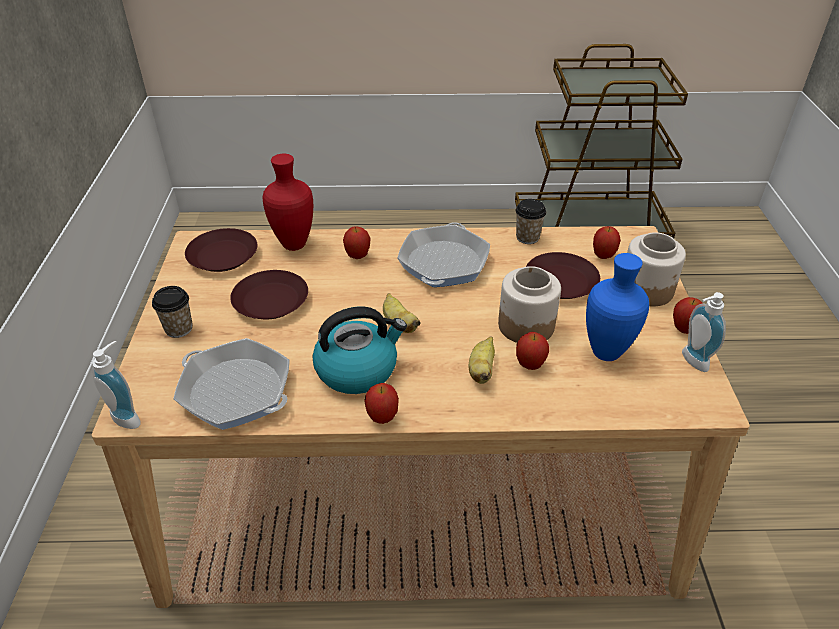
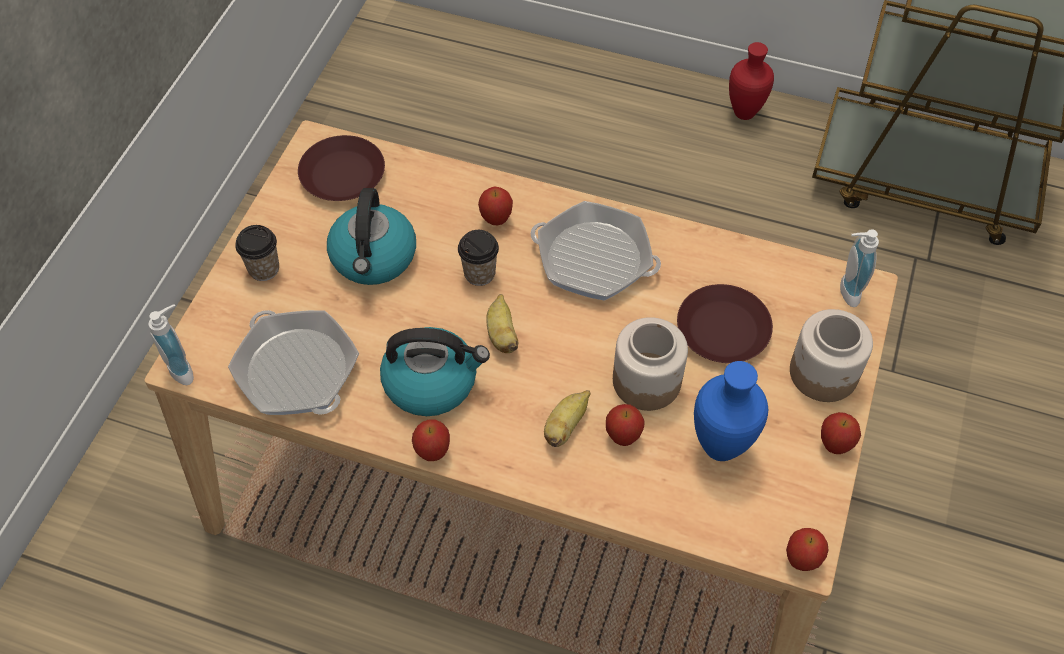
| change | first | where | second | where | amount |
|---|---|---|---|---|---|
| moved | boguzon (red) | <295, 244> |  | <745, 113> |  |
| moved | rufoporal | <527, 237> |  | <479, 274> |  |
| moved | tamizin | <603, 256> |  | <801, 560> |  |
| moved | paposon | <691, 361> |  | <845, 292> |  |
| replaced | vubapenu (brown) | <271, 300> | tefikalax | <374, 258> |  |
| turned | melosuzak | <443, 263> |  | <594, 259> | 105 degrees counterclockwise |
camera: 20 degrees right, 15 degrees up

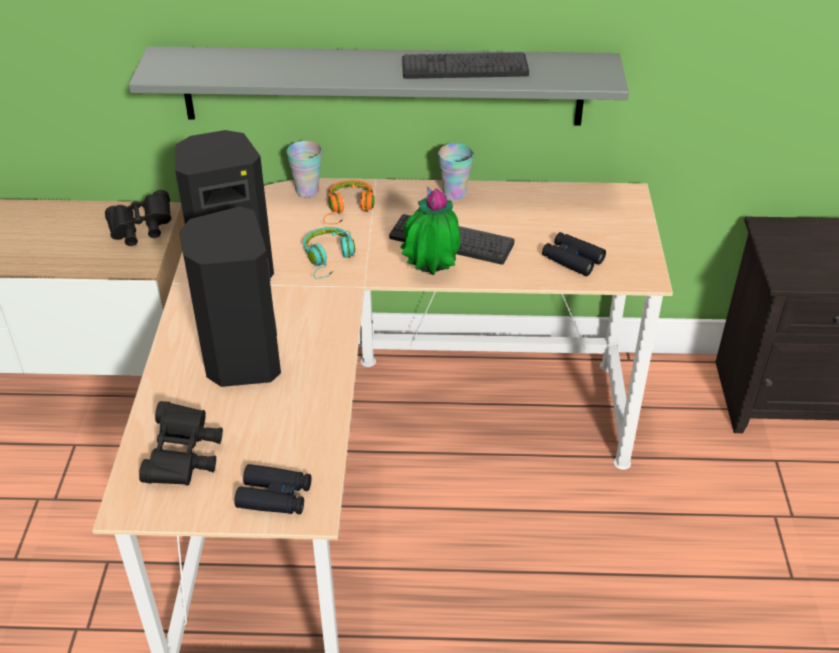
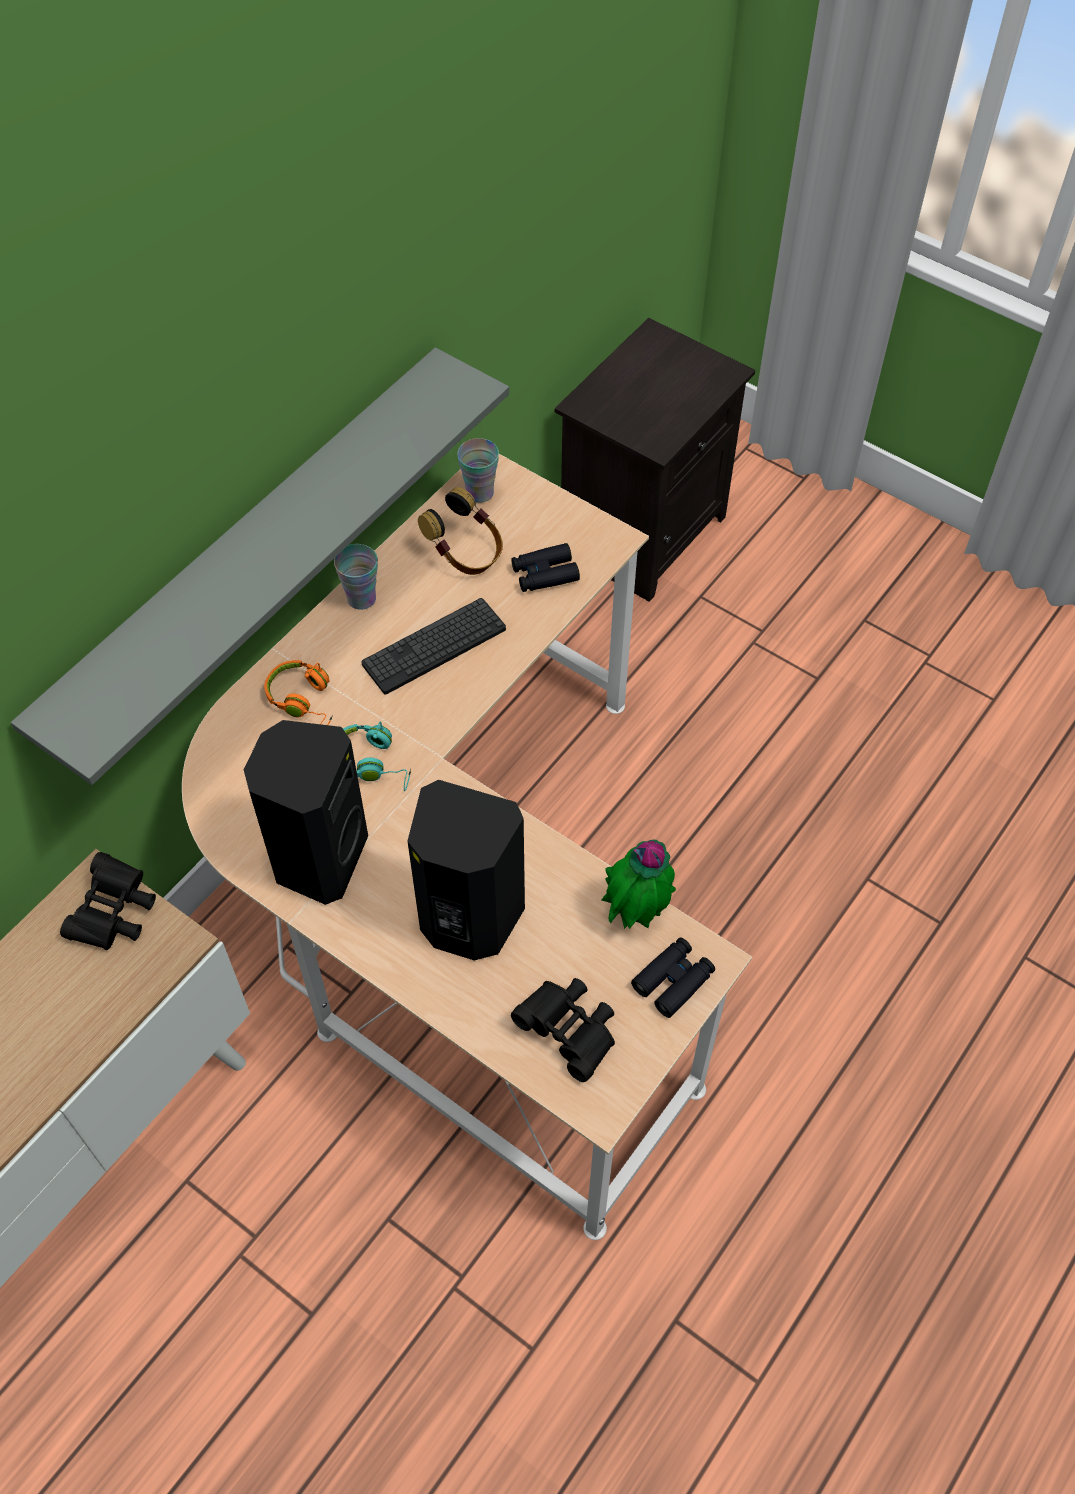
| change | first | where | second | where | amount |
|---|---|---|---|---|---|
| removed | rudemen | <464, 67> |  |  |  |
| added |  |  | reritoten | <465, 553> |  |
| moved | rufoporal | <307, 191> |  | <479, 493> |  |
| moved | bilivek | <431, 275> |  | <636, 915> |  |
camera: 55 degrees left, 15 degrees up

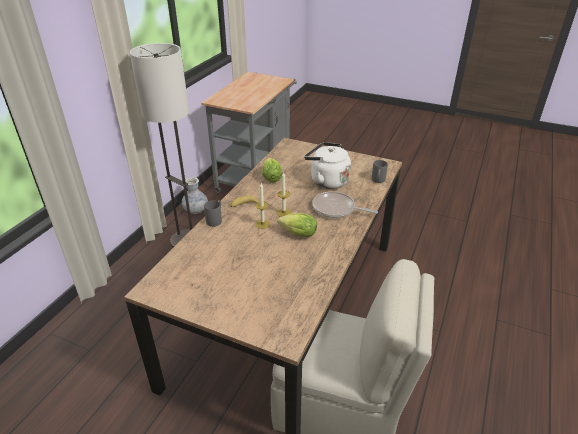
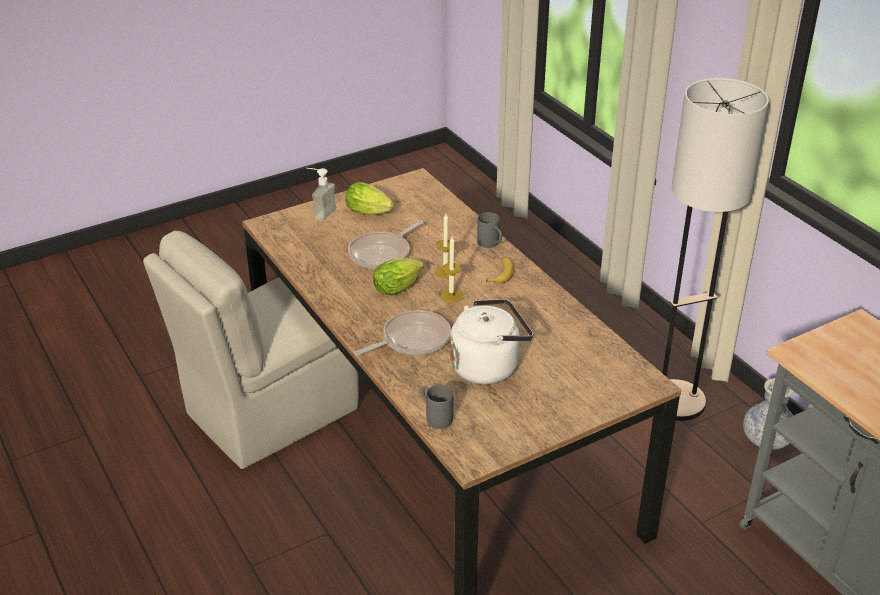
| change | first | where | second | where | amount |
|---|---|---|---|---|---|
| added |  |  | paposon | <320, 212> |  |
| added |  |  | melosuzak | <382, 254> |  |
| moved | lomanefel | <271, 177> |  | <371, 213> |  |
camera: 125 degrees right, 0 degrees up

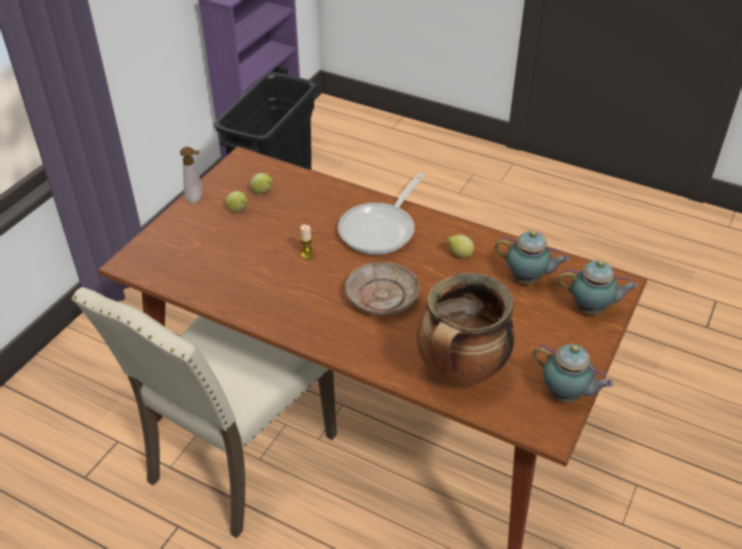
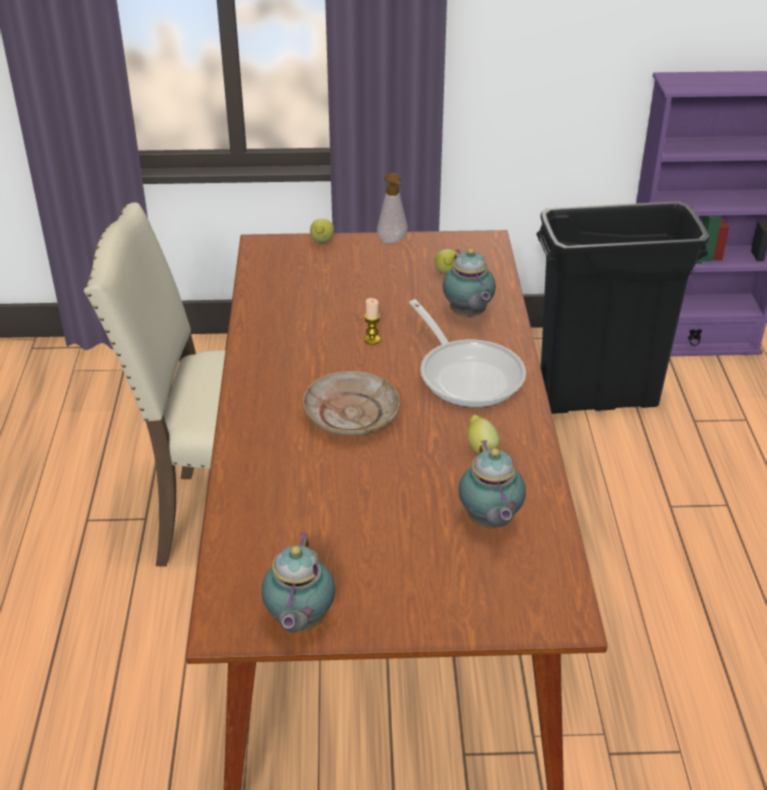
| change | first | where | second | where | amount |
|---|---|---|---|---|---|
| removed | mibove | <461, 373> |  |  |  |
| moved | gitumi | <238, 210> |  | <322, 243> |  |
| moved | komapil | <592, 309> |  | <468, 315> |  |
| turned | melosuzak | <381, 229> |  | <467, 374> | 120 degrees counterclockwise |
camera: 60 degrees right, 5 degrees down

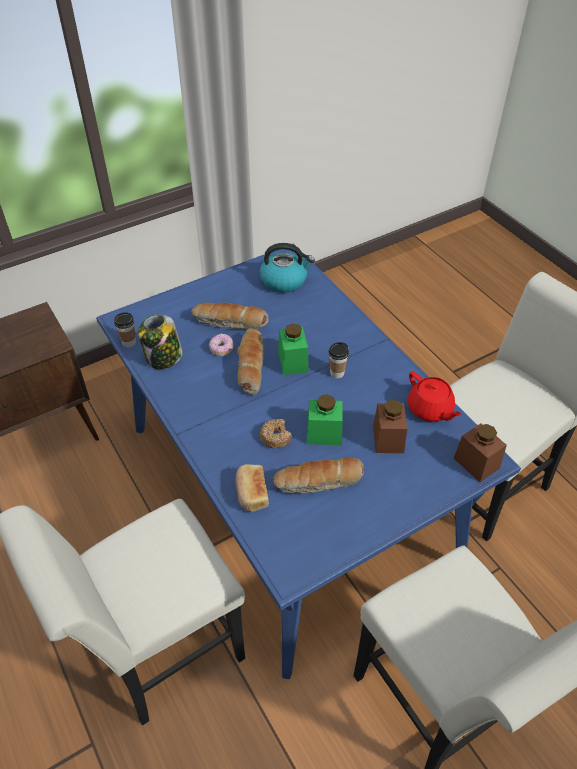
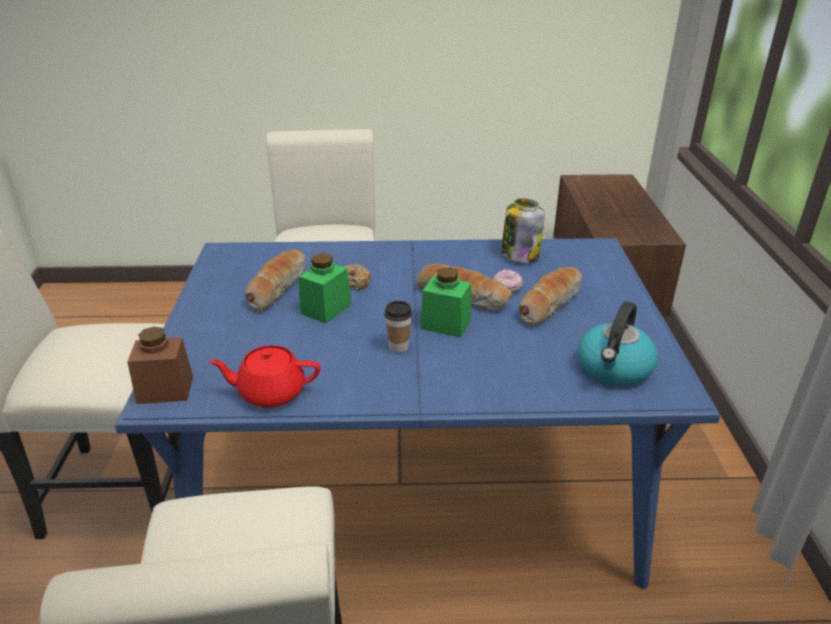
| change | first | where | second | where | amount |
|---|---|---|---|---|---|
| removed | rufoporal | <129, 342> |  |  |  |
| removed | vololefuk | <251, 493> |  |  |  |
| removed | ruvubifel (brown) | <388, 439> |  |  |  |
camera: 120 degrees right, 15 degrees down

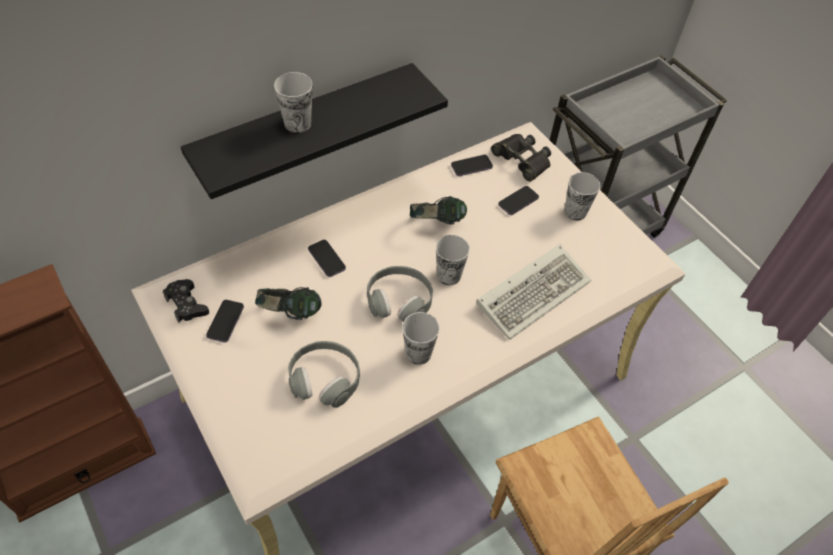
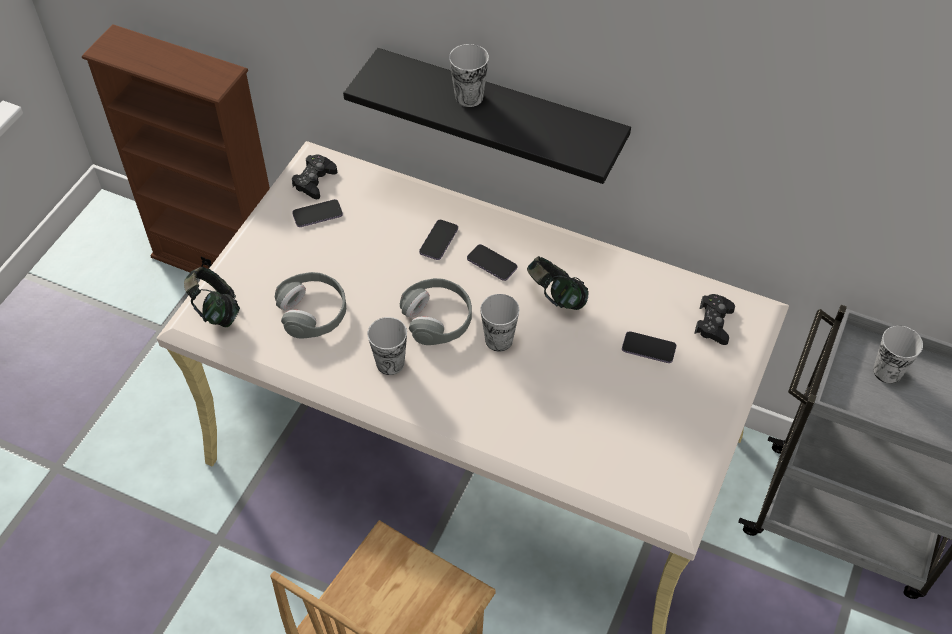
| change | first | where | second | where | amount |
|---|---|---|---|---|---|
| removed | rudemen | <534, 291> |  |  |  |
| moved | reritoten | <290, 313> |  | <216, 311> |  |
| moved | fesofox | <471, 166> |  | <492, 264> |  |
| moved | rufoporal | <575, 212> |  | <887, 371> |  |
| replaced | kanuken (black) | <522, 160> | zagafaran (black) | <713, 323> |  |
camera: 60 degrees right, 0 degrees up

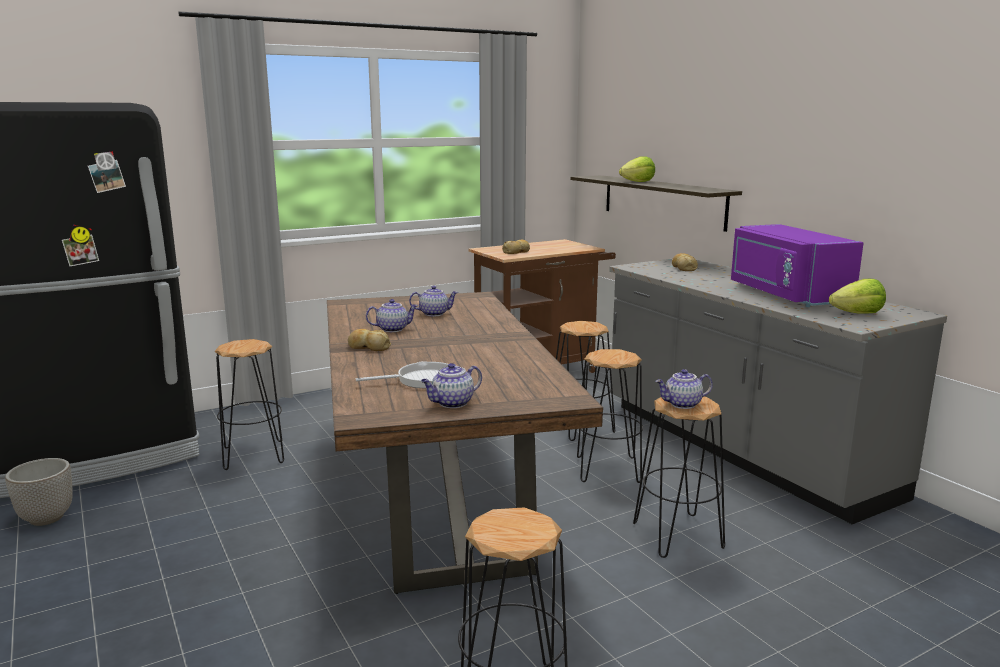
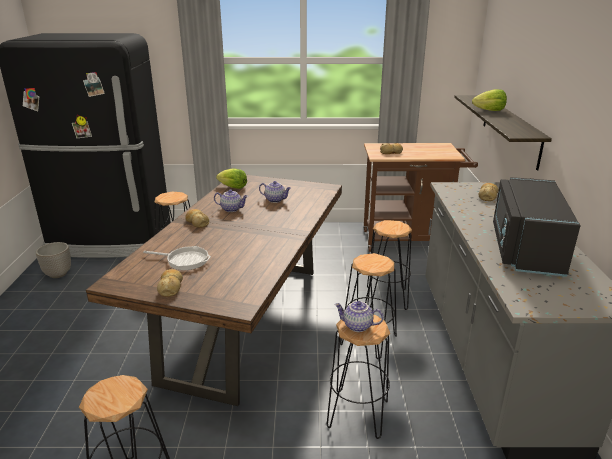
| change | first | where | second | where | amount |
|---|---|---|---|---|---|
| moved | lomanefel | <857, 314> |  | <233, 187> |  |
| replaced | komapil | <452, 403> | vololefuk | <170, 287> |  |
| recoloured | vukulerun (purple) | <785, 295> | vukulerun (black) | <524, 249> |  |
camera: 30 degrees right, 10 degrees up

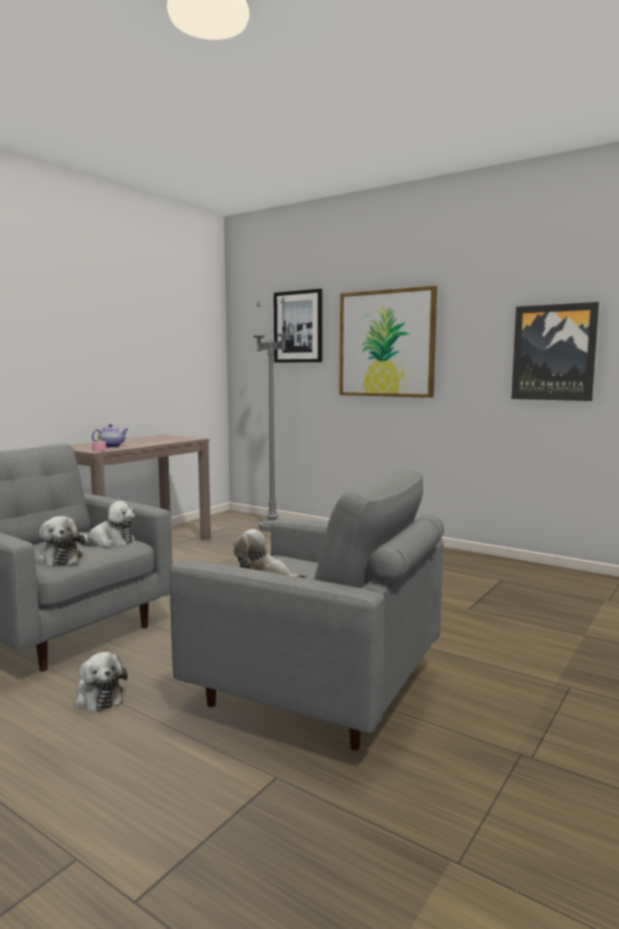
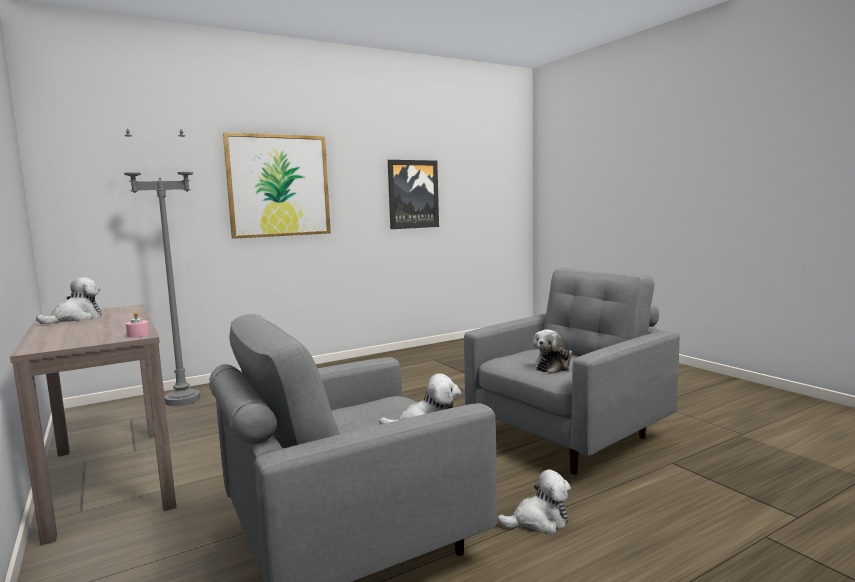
| change | first | where | second | where | amount |
|---|---|---|---|---|---|
| removed | komapil | <111, 446> |  |  |  |
| removed | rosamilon | <298, 327> |  |  |  |
| moved | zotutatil | <109, 542> |  | <75, 318> |  |
camera: 65 degrees left, 0 degrees up

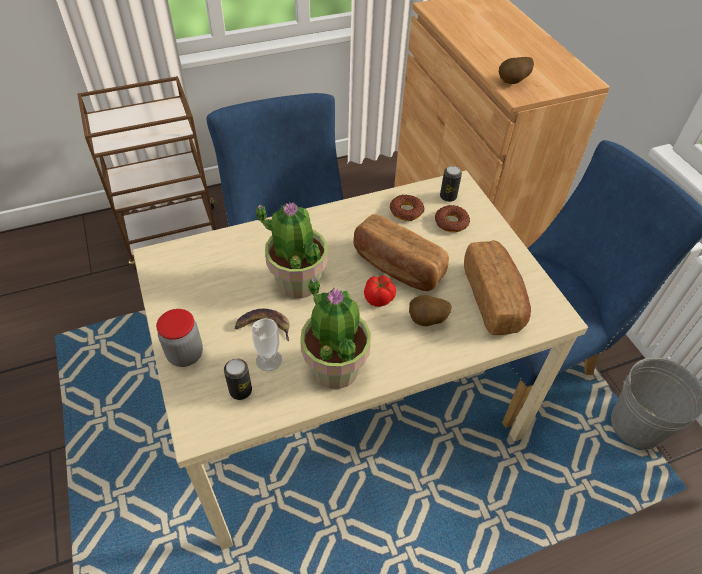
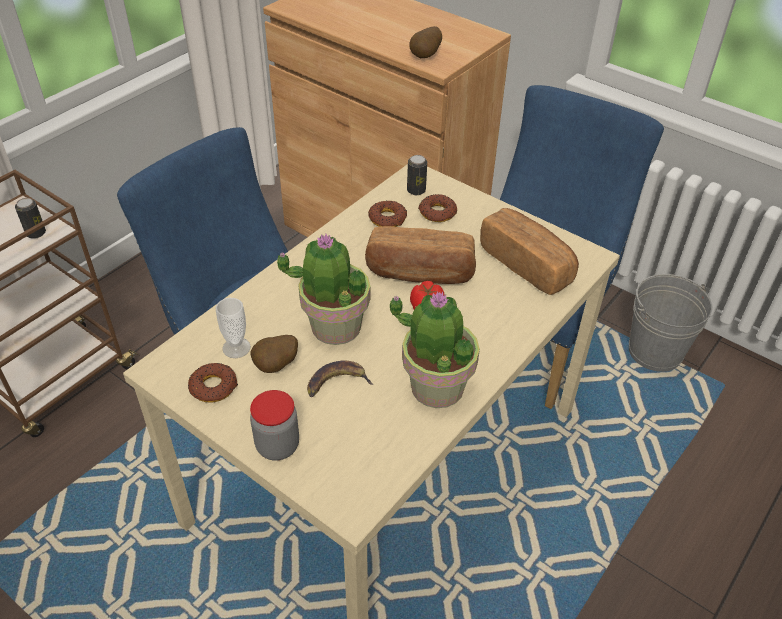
| change | first | where | second | where | amount |
|---|---|---|---|---|---|
| added |  |  | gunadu | <213, 387> |  |
| moved | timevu | <240, 390> |  | <36, 233> |  |
| moved | rufoporal | <269, 360> |  | <236, 348> |  |
| moved | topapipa | <427, 321> |  | <276, 366> |  |
camera: 30 degrees left, 5 degrees down

